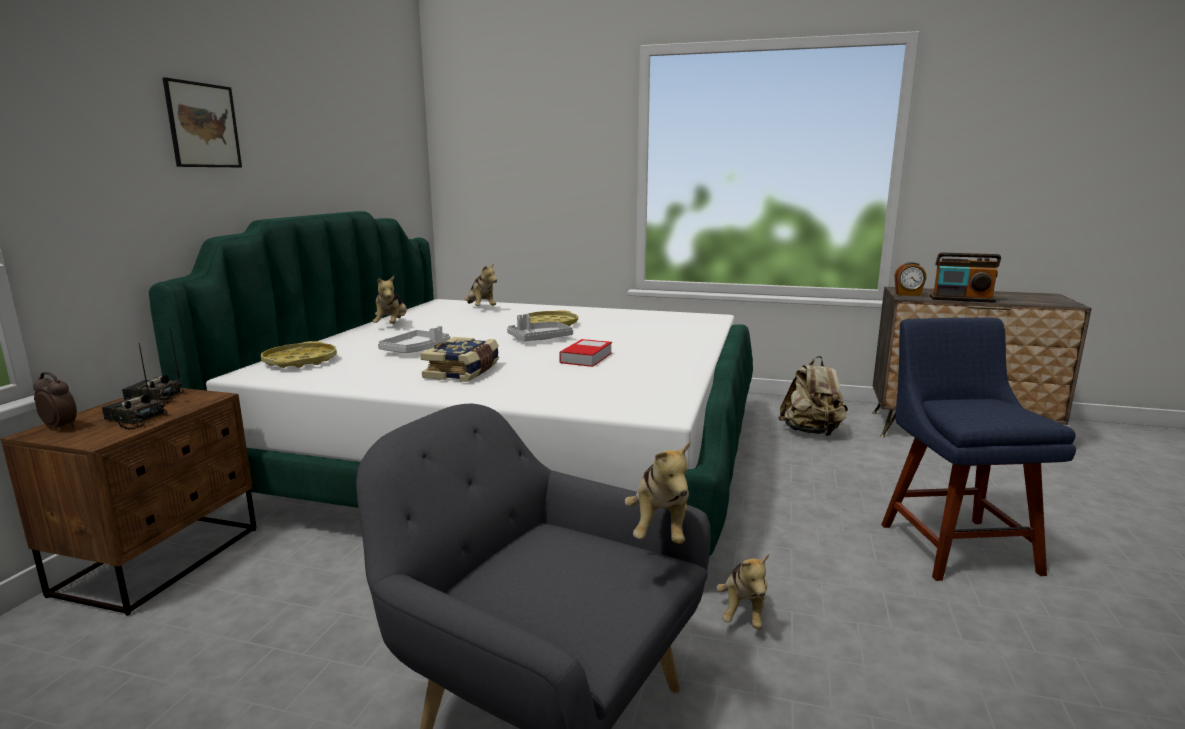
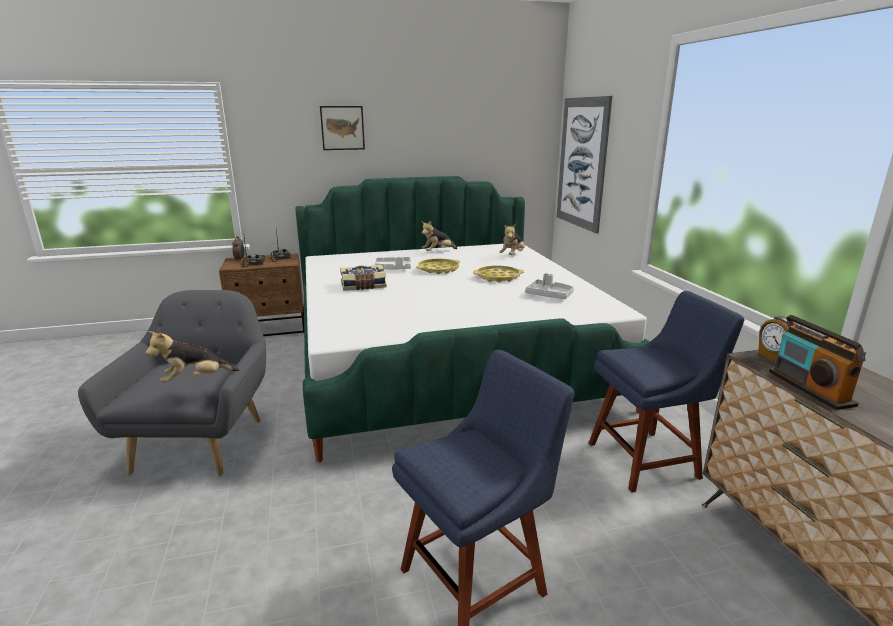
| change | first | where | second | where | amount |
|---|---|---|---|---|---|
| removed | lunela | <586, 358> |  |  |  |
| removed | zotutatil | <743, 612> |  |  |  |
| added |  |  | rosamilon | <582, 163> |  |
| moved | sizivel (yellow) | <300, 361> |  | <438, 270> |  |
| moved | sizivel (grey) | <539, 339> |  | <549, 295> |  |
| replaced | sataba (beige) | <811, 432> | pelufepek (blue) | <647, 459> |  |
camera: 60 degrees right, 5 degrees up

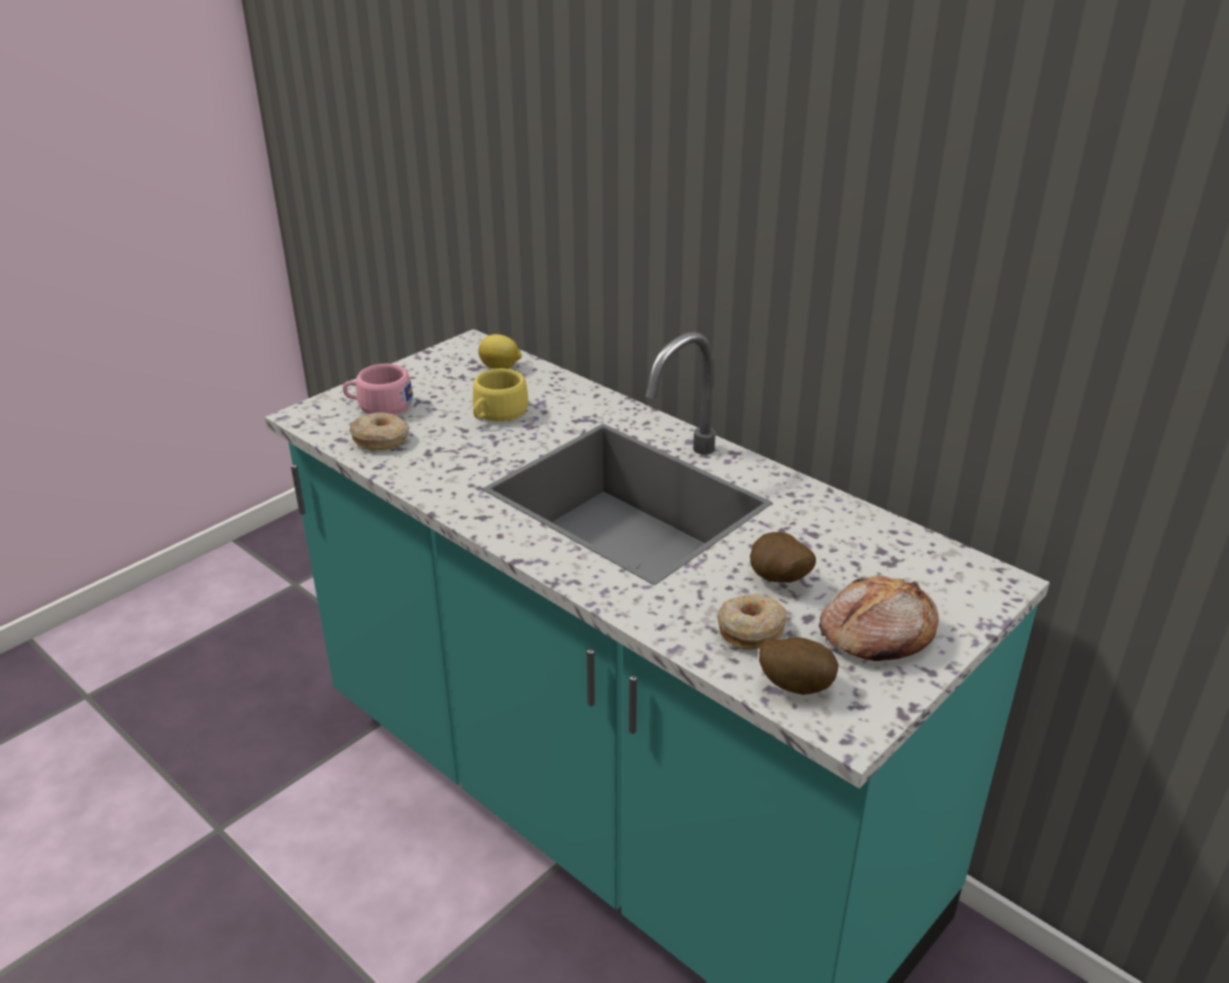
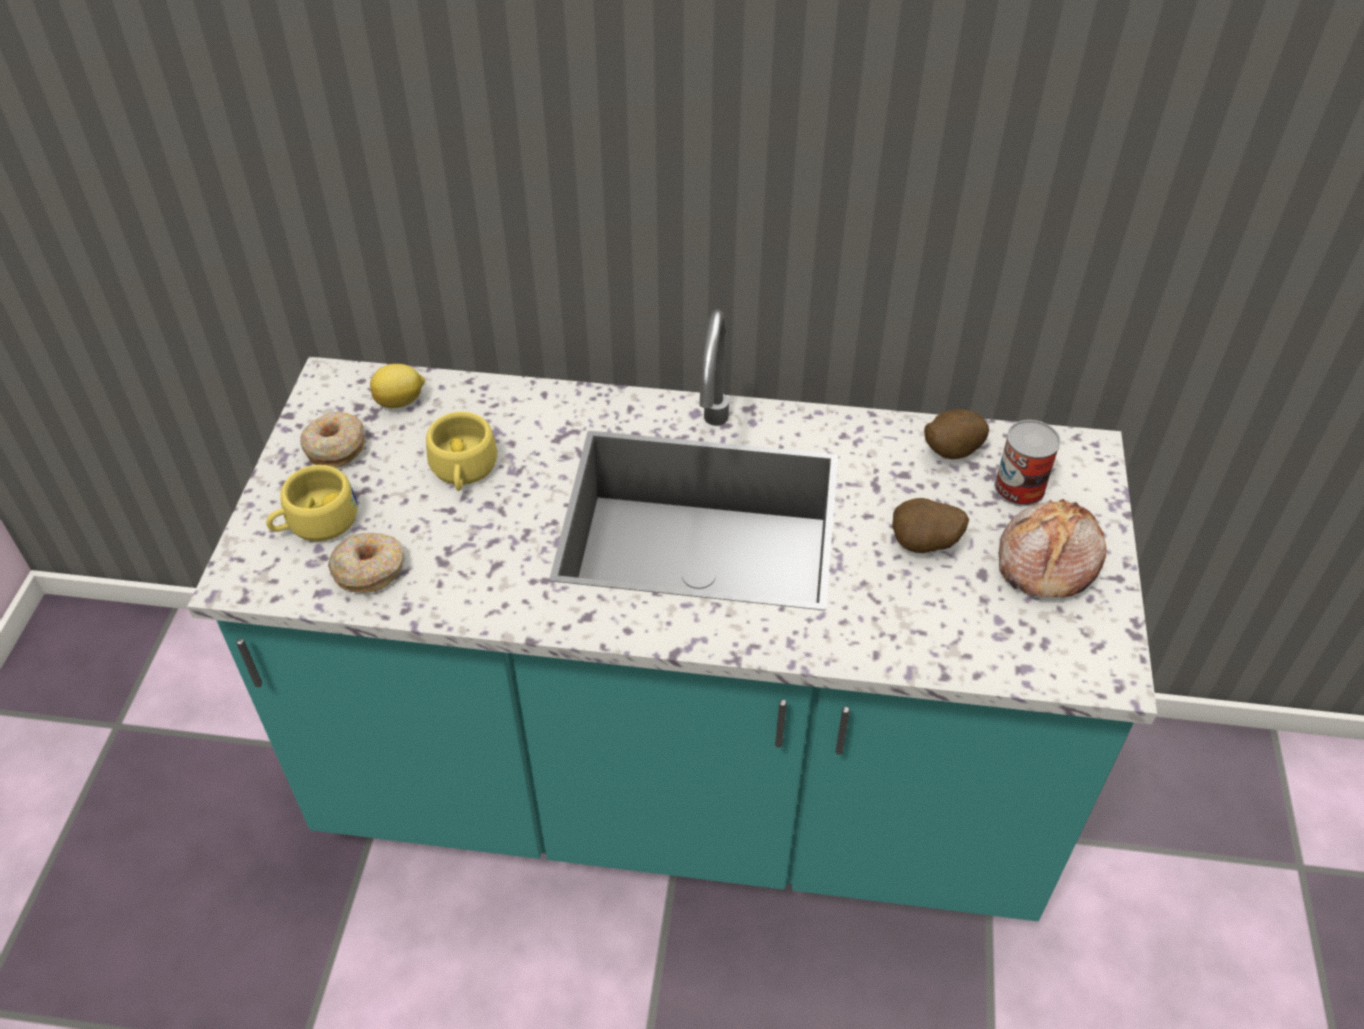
| change | first | where | second | where | amount |
|---|---|---|---|---|---|
| added |  |  | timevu | <1019, 487> |  |
| moved | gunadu | <750, 630> |  | <335, 447> |  |
| moved | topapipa | <795, 685> |  | <949, 451> |  |
| recoloured | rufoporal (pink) | <379, 405> | rufoporal (yellow) | <315, 522> |  |
camera: 35 degrees left, 15 degrees up

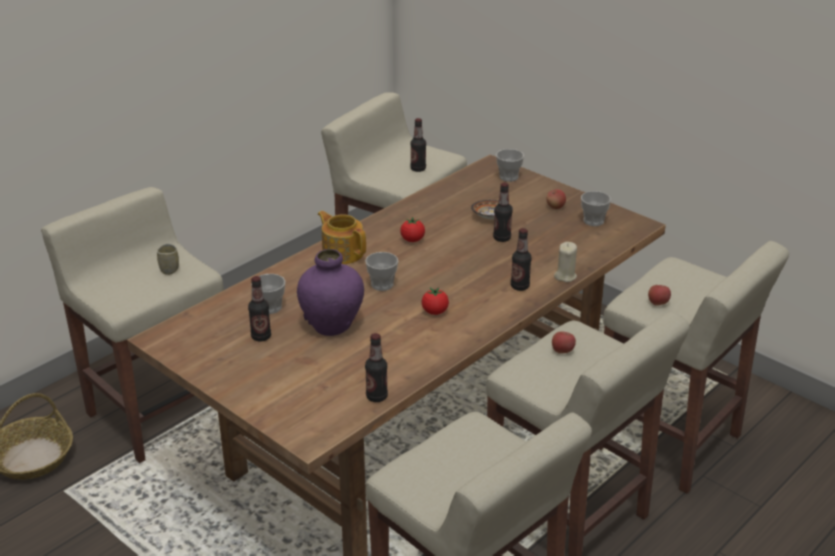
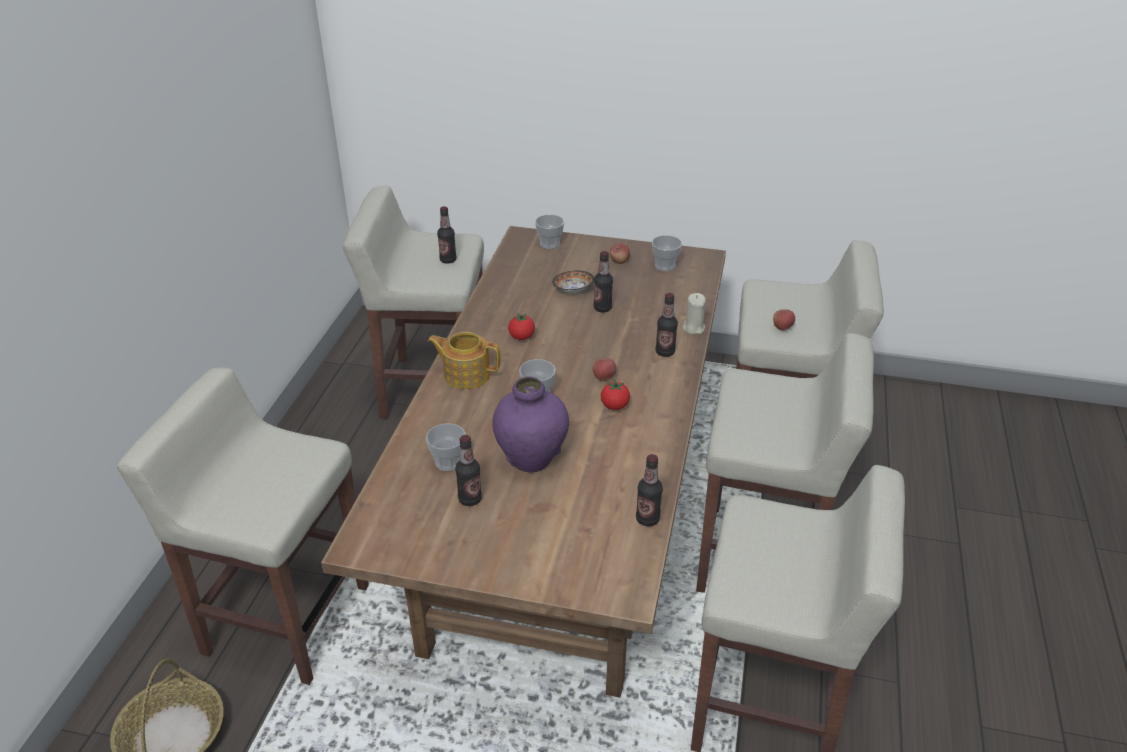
| change | first | where | second | where | amount |
|---|---|---|---|---|---|
| removed | rufoporal | <169, 270> |  |  |  |
| moved | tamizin | <562, 351> |  | <604, 377> |  |
camera: 30 degrees left, 5 degrees up

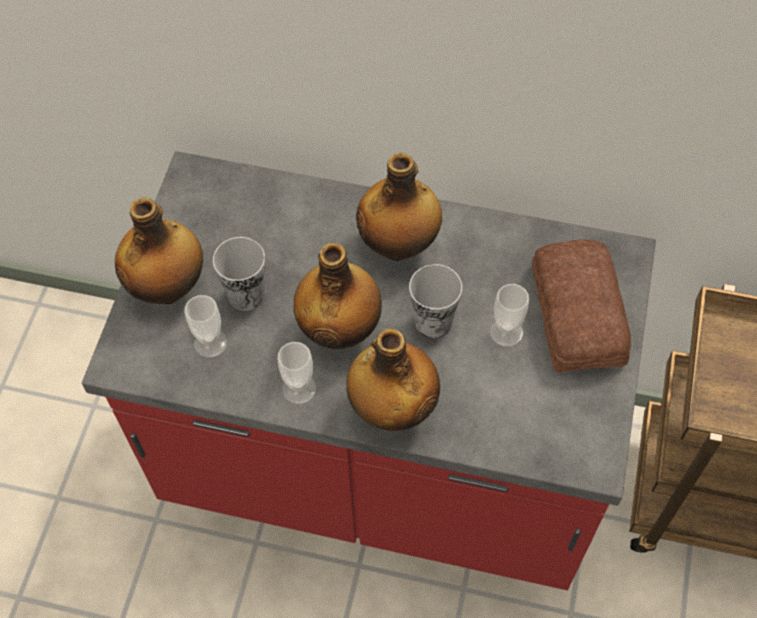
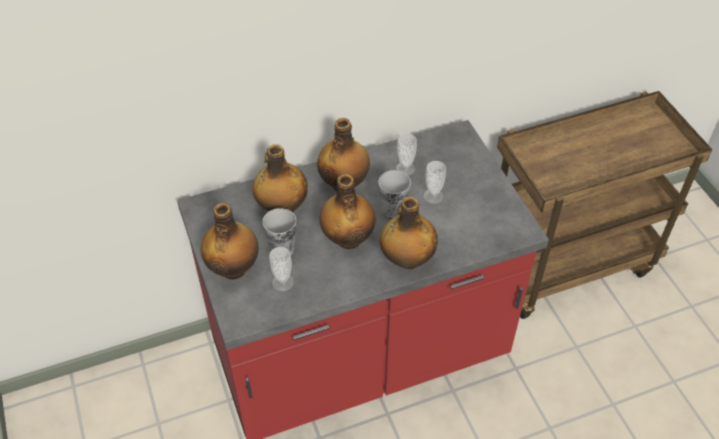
| change | first | where | second | where | amount |
|---|---|---|---|---|---|
| removed | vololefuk | <575, 315> |  |  |  |
| added |  |  | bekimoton | <282, 207> |  |
| moved | rufoporal | <299, 388> |  | <405, 168> |  |
camera: 35 degrees left, 10 degrees down

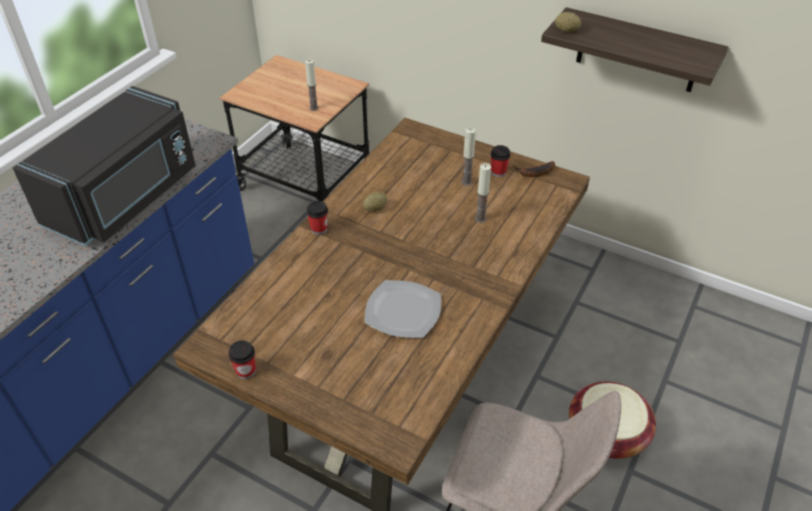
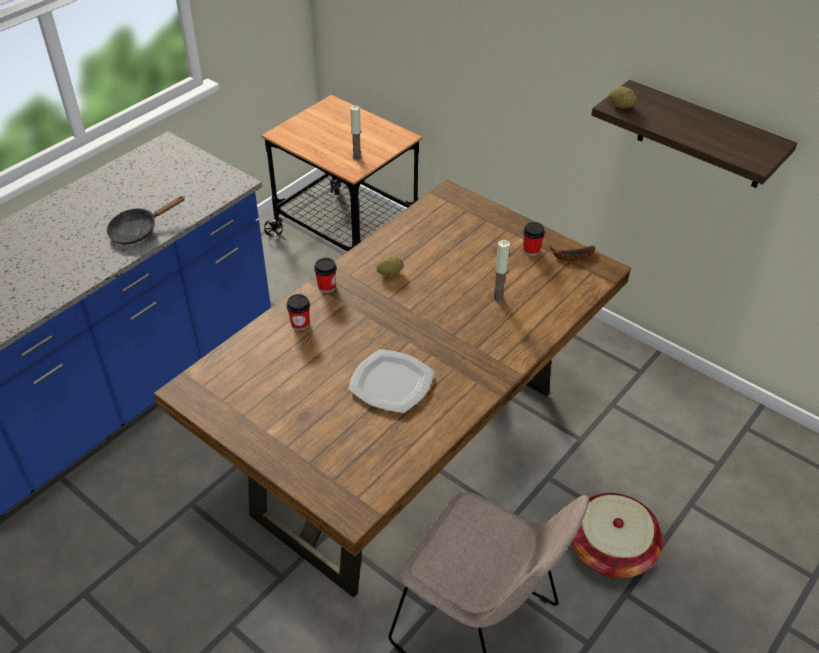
| change | first | where | second | where | amount |
|---|---|---|---|---|---|
| removed | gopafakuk | <466, 182> |  |  |  |
| moved | rufoporal | <246, 371> |  | <300, 324> |  |
| replaced | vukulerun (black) | <127, 197> | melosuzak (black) | <138, 230> |  |
camera: 10 degrees right, 0 degrees up

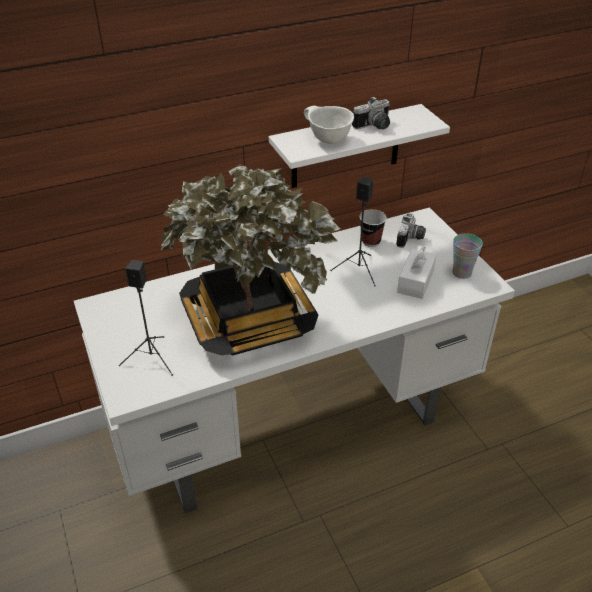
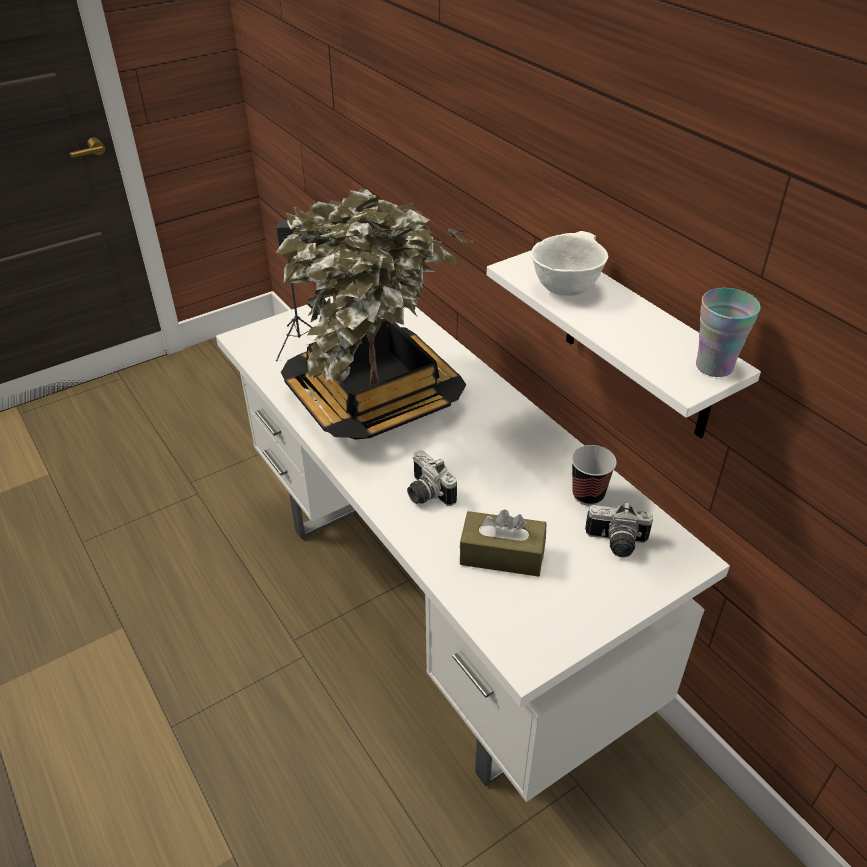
| change | first | where | second | where | amount |
|---|---|---|---|---|---|
| removed | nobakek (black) | <359, 270> |  |  |  |
| moved | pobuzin | <374, 127> |  | <426, 494> |  |
| moved | rufoporal | <462, 273> |  | <714, 366> |  |
| recoloured | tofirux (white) | <415, 281> | tofirux (brown) | <502, 555> |  |
camera: 80 degrees right, 0 degrees up

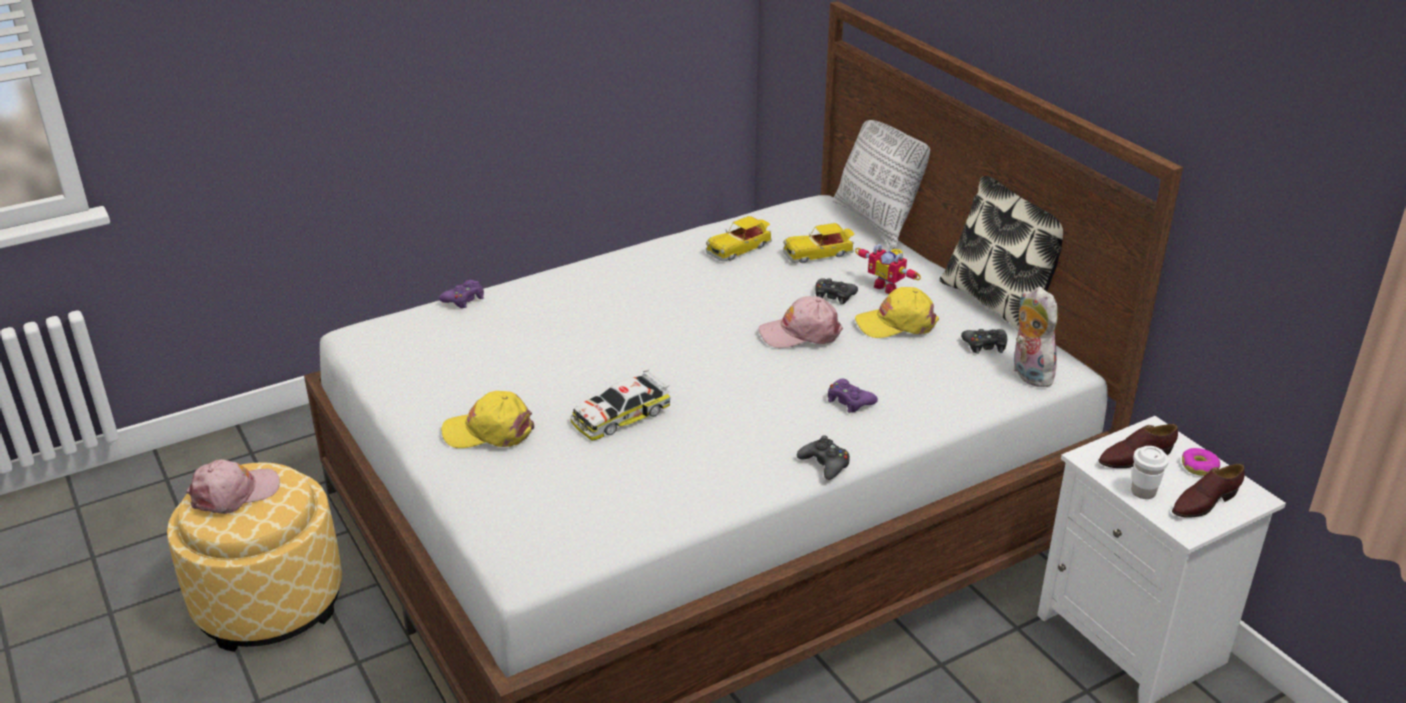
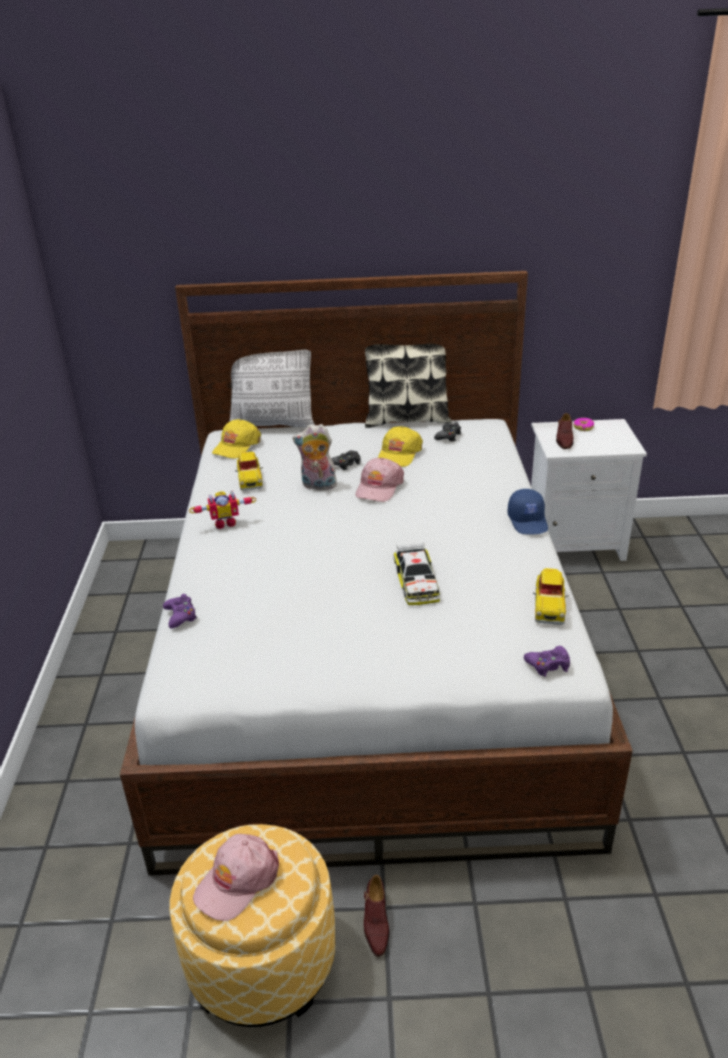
| change | first | where | second | where | amount |
|---|---|---|---|---|---|
| removed | rufoporal (white) | <1143, 492> |  |  |  |
| moved | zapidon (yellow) | <489, 431> |  | <236, 446> |  |
| moved | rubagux | <819, 254> |  | <549, 604> |  |
| moved | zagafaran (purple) | <849, 401> |  | <548, 665> |  |
| moved | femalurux | <888, 286> |  | <225, 522> |  |
| moved | zotutatil | <1028, 374> |  | <317, 486> |  |
| moved | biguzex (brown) | <1204, 502> |  | <376, 923> |  |
| replaced | zagafaran (black) | <825, 464> | zapidon (blue) | <528, 521> |  |
| turned | zapidon (pink) | <234, 493> |  | <237, 881> | 135 degrees counterclockwise |
camera: 60 degrees left, 0 degrees up

